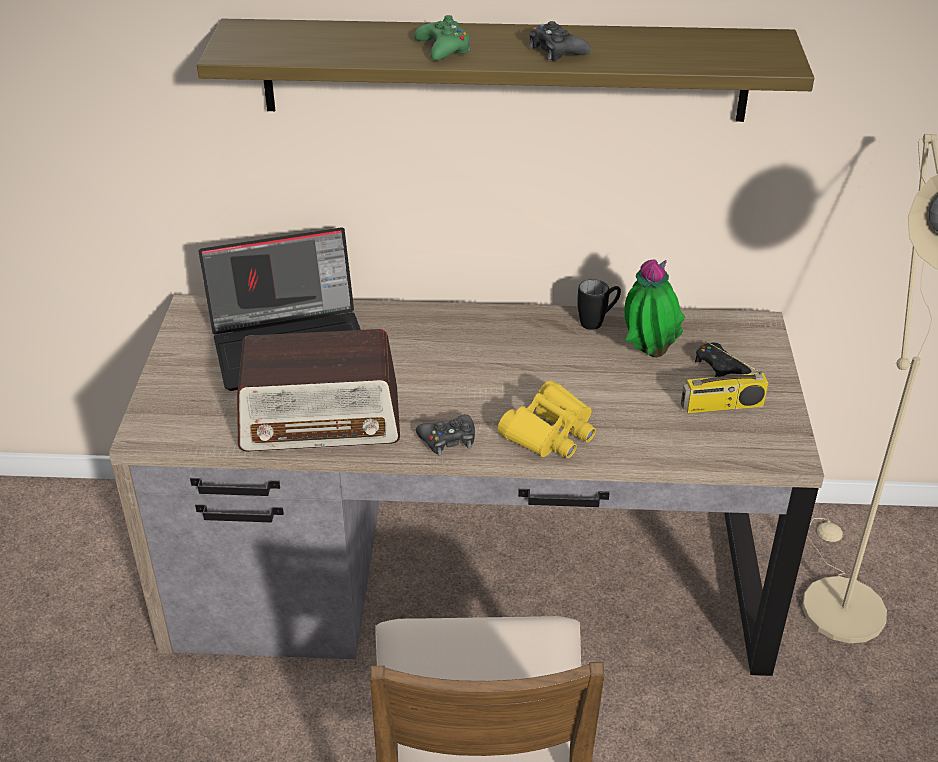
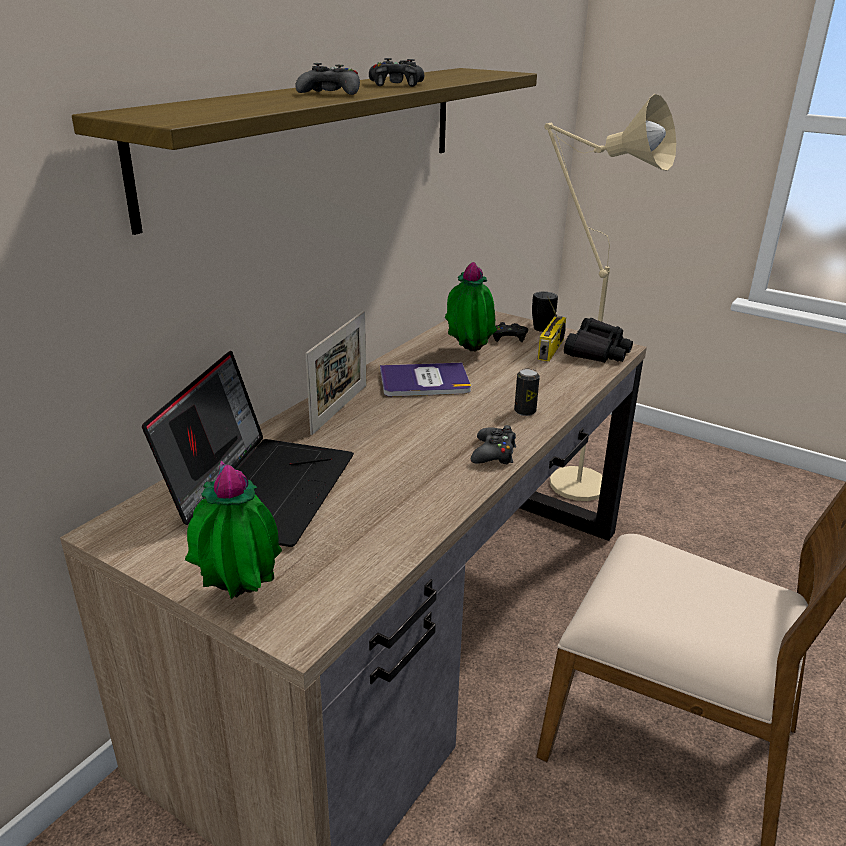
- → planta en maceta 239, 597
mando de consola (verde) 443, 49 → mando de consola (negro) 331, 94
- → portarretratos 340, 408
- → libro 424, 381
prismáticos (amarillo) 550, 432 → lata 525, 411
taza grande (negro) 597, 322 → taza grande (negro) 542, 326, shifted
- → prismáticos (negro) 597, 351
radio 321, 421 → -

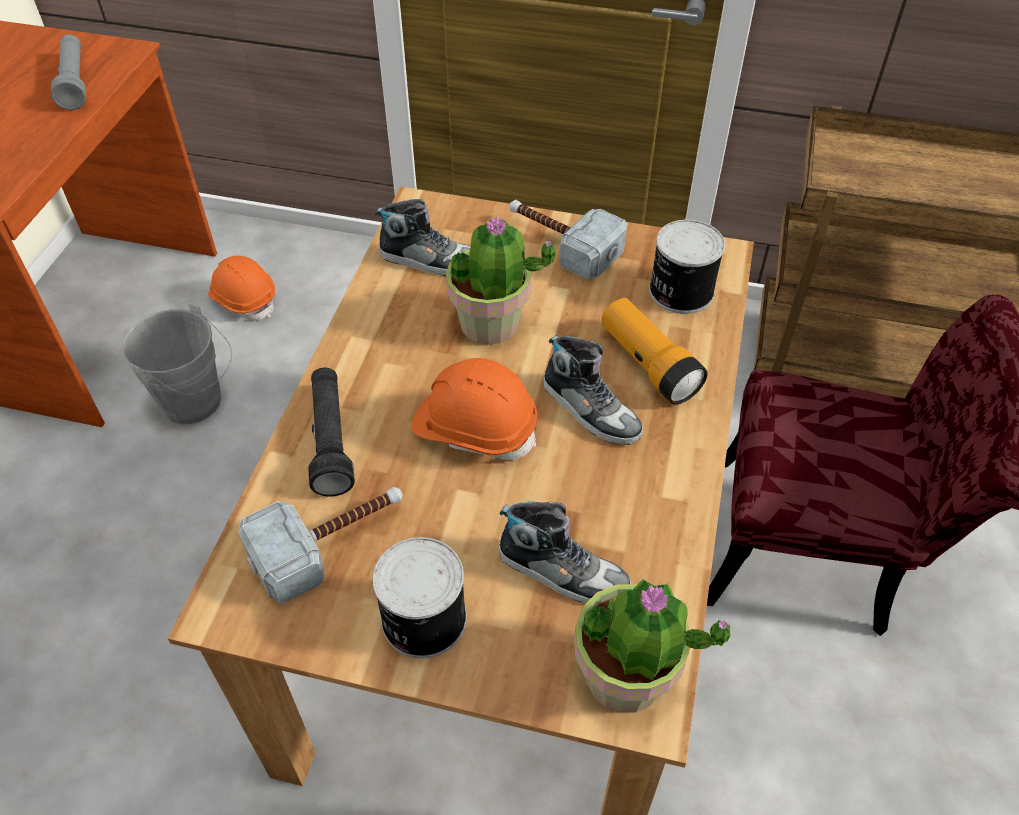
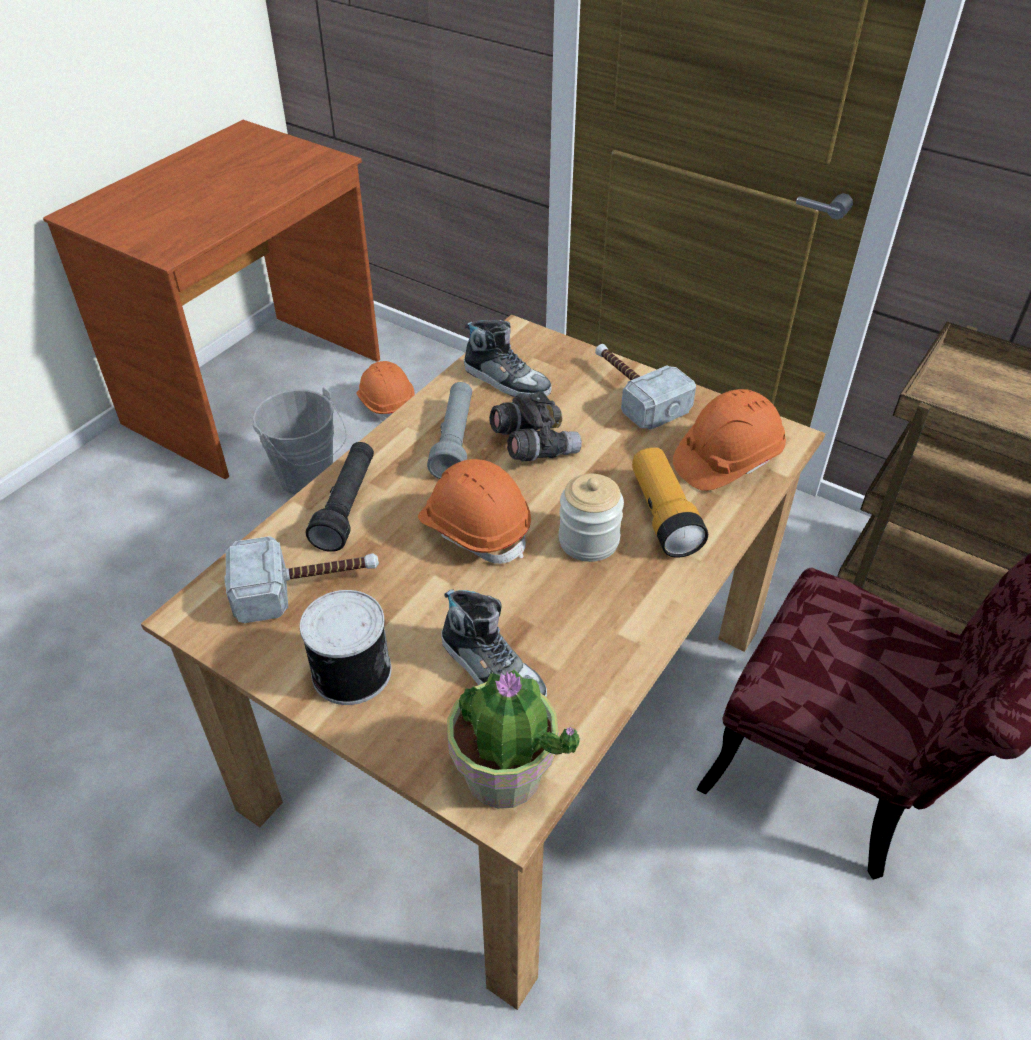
linterna (gris) 74, 82 → linterna (gris) 454, 441, shifted
planta en maceta 490, 324 → prismáticos (gris) 533, 446
zapato 591, 409 → tarro 588, 540
lata 679, 291 → casco (naranja) 726, 460

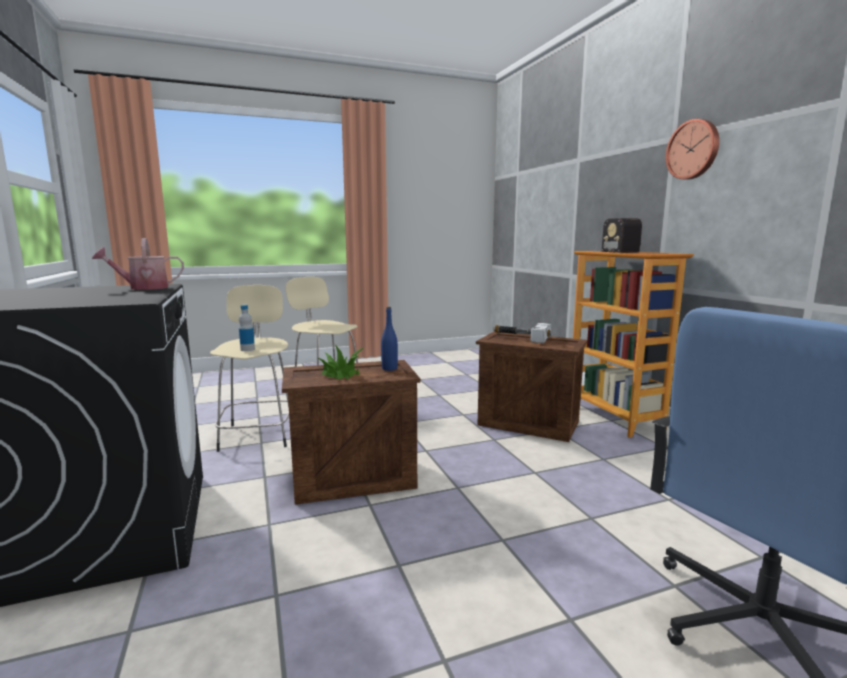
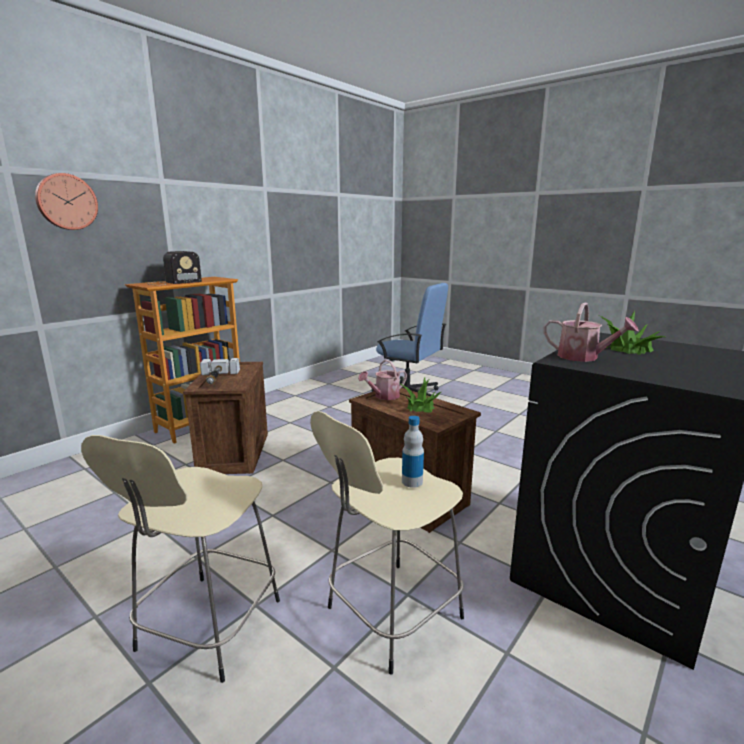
reloj de pared 693, 150 → reloj de pared 66, 202, shifted
botella (azul) 389, 369 → regadera 384, 396
- → planta en maceta 627, 348

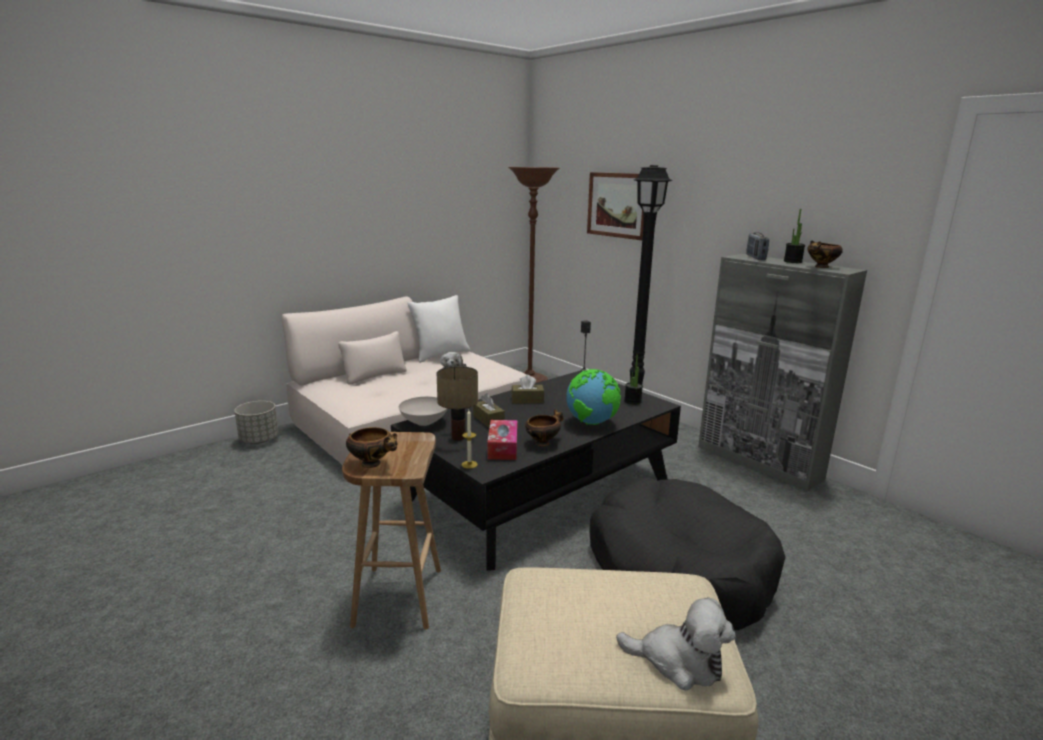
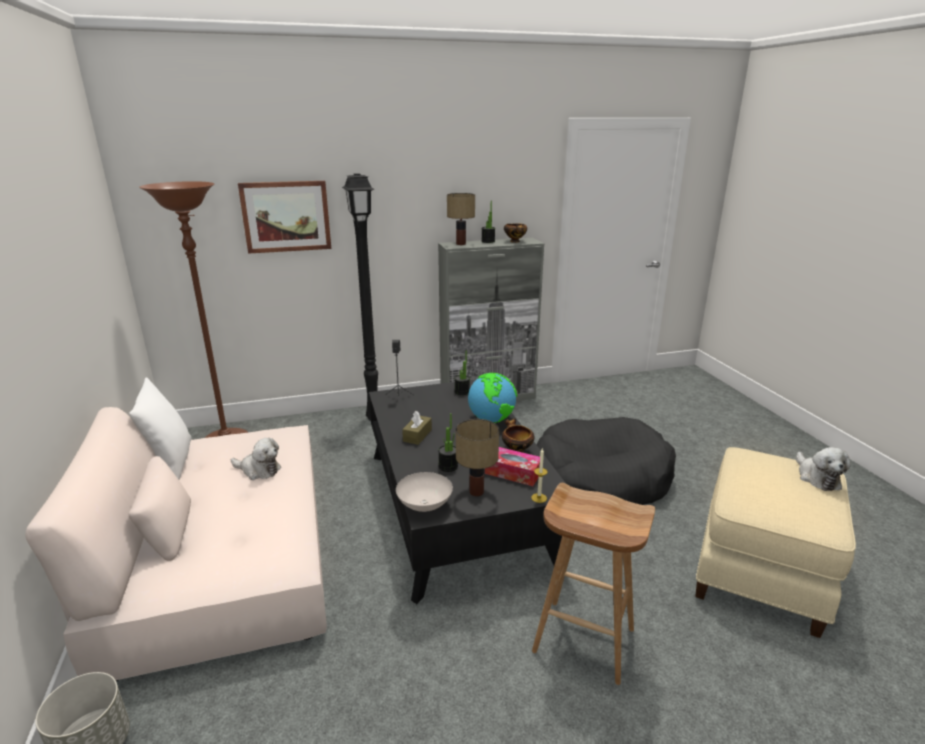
caja de pañuelos (marrón) 488, 420 → planta en maceta 448, 466
radio 755, 257 → lámpara de mesa 461, 244
peluche 678, 662 → peluche 816, 478, 135 degrees clockwise
cuenco 373, 464 → -

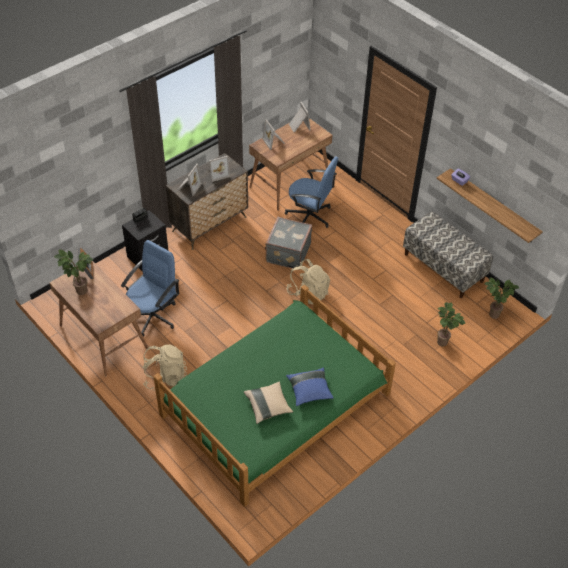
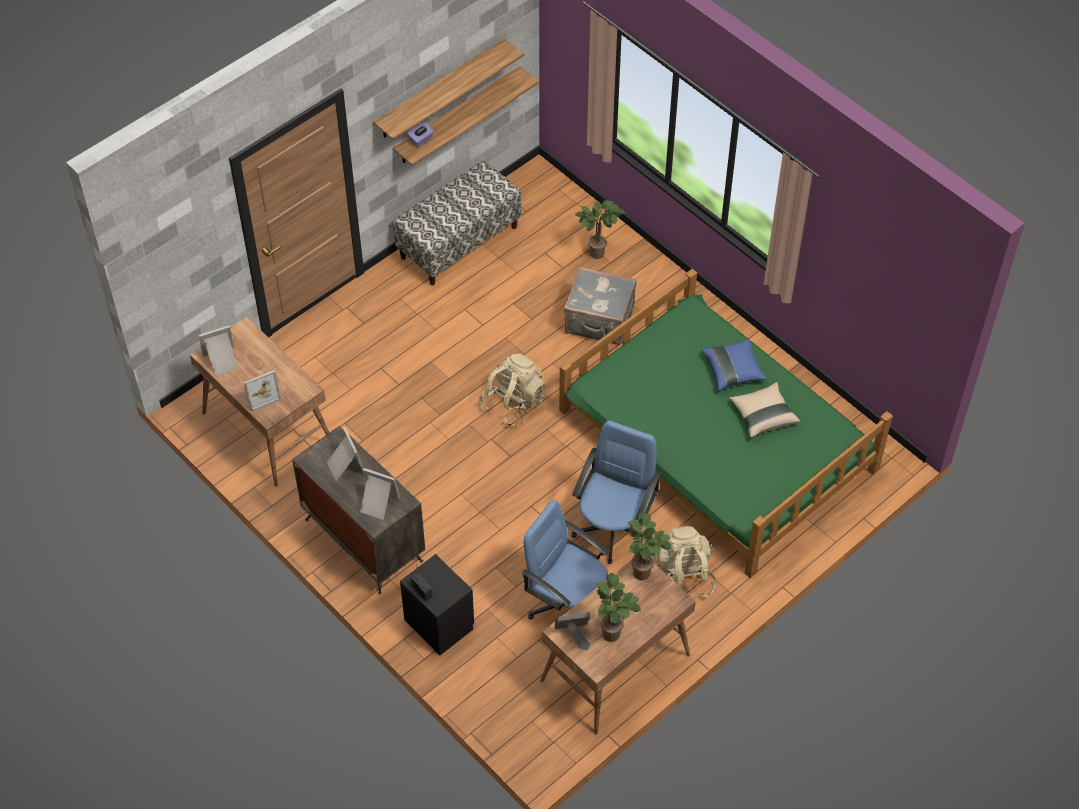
- → estante 440, 89
maleta (gris) 287, 253 → maleta (gris) 599, 321, shifted
silla de oficina (azul) 310, 216 → silla de oficina (azul) 613, 527, shifted
planta en maceta 493, 315 → planta en maceta 644, 575, shifted

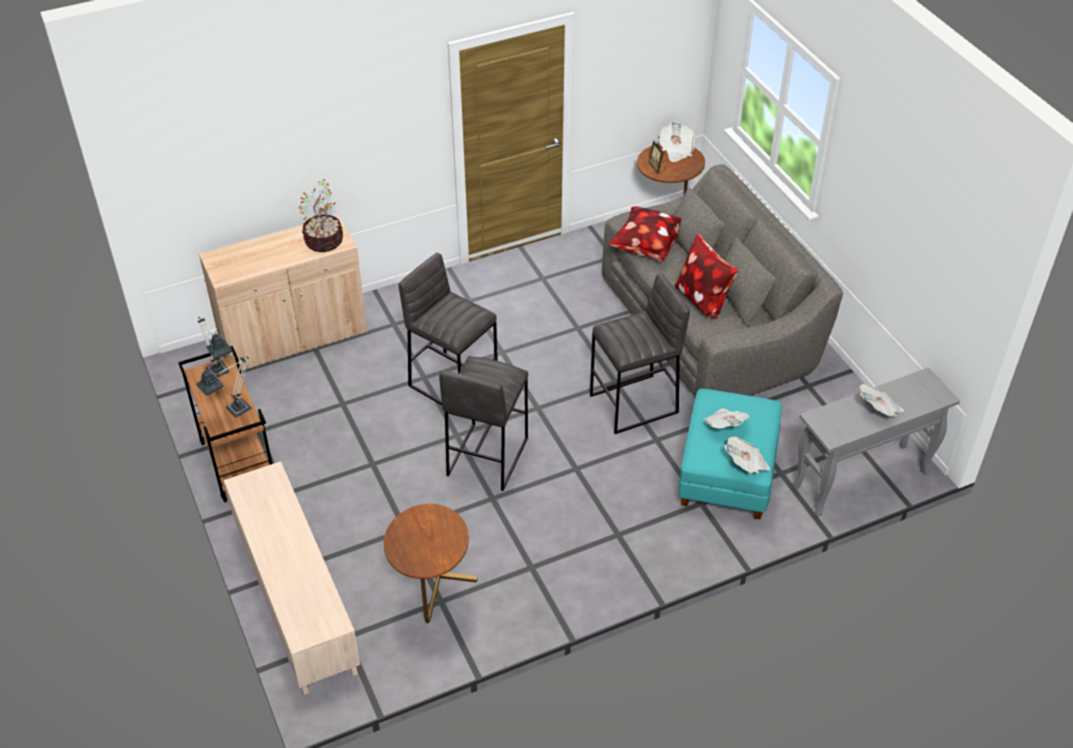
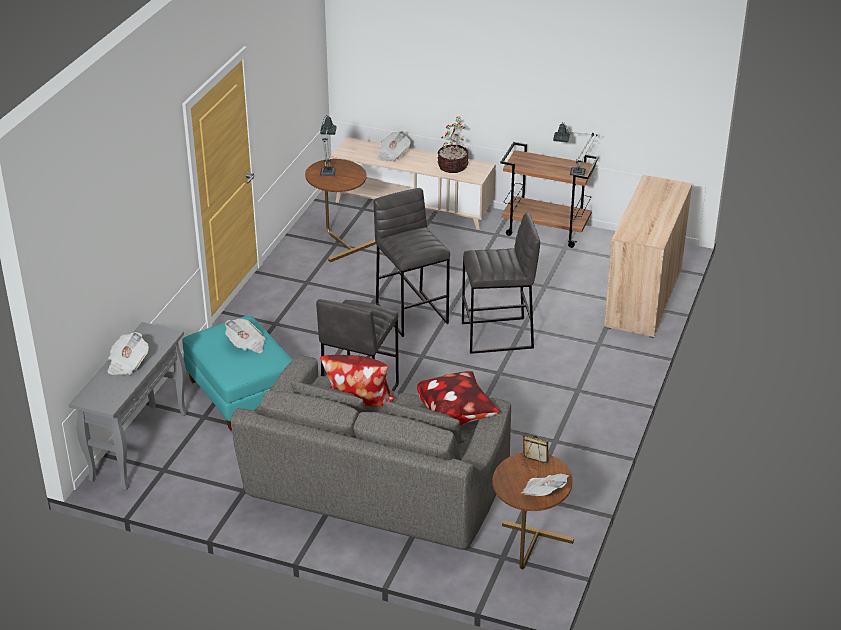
lámpara de mesa 233, 411 → lámpara de mesa 328, 170, shifted
periódico 746, 464 → periódico 392, 155, shifted
planta en maceta 324, 241 → planta en maceta 453, 167, shifted

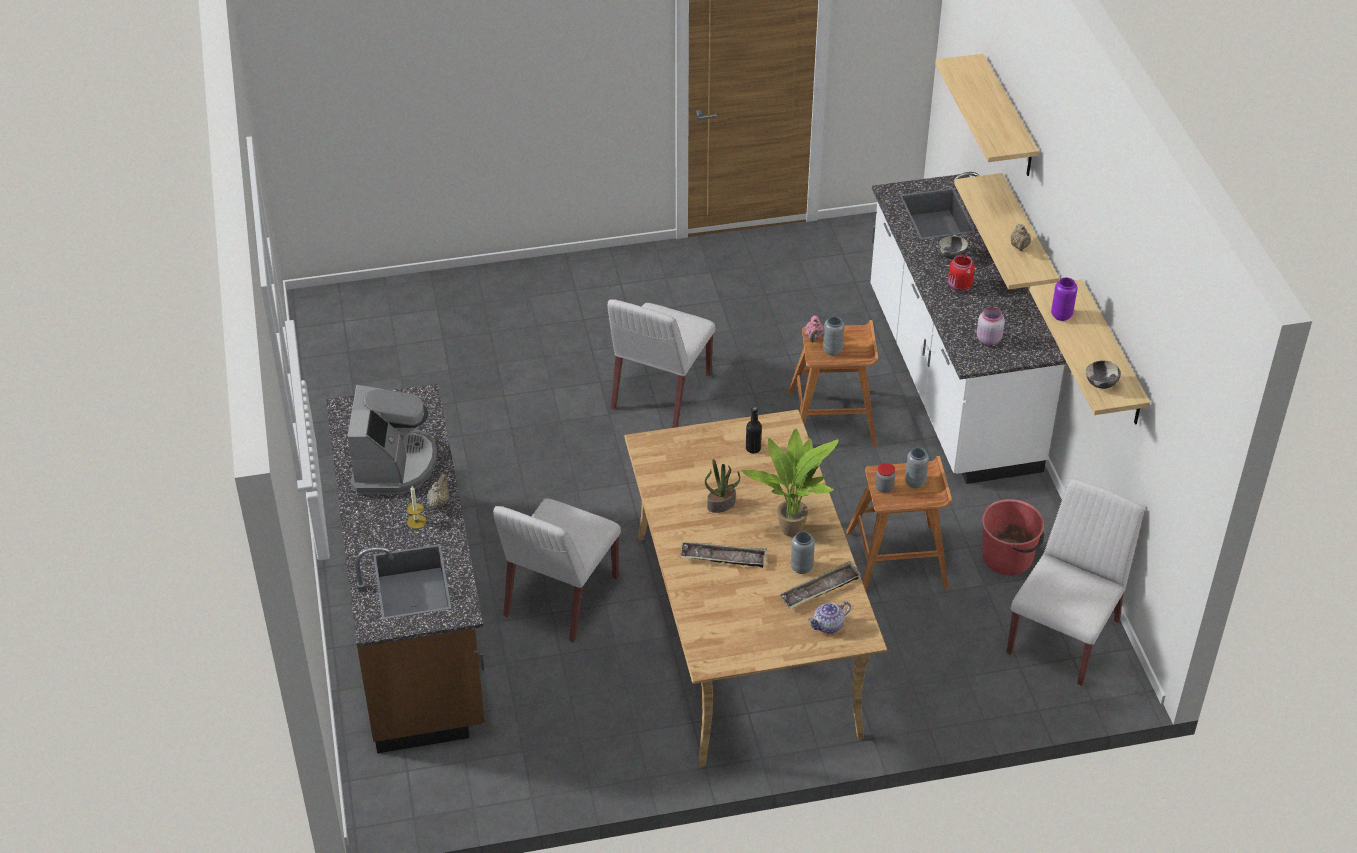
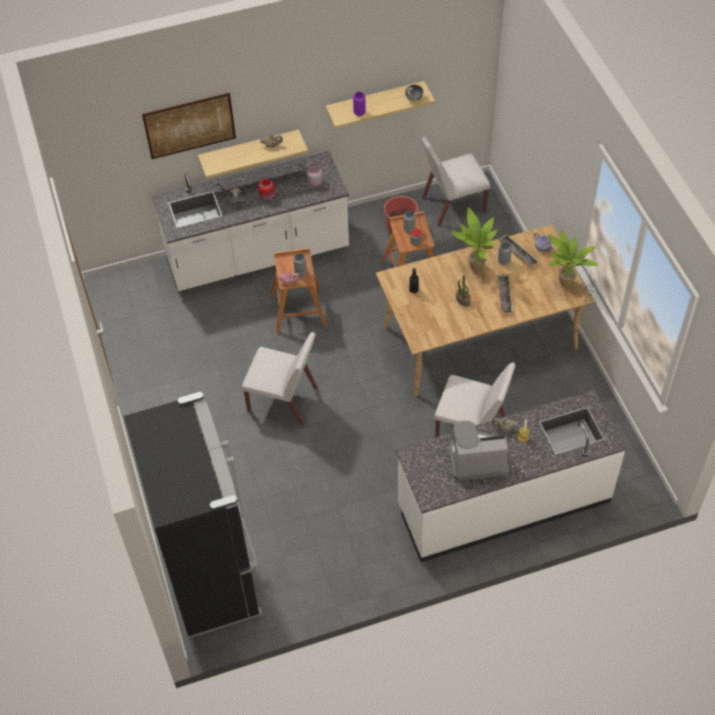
- → nevera (negro) 212, 575
estante 1008, 117 → cuadro 189, 125
mueble bajo de cocina (marrón) 415, 617 → mueble bajo de cocina (blanco) 503, 503
silla (blanco) 1064, 636 → silla (blanco) 453, 205, 45 degrees counterclockwise
- → planta en maceta 564, 284

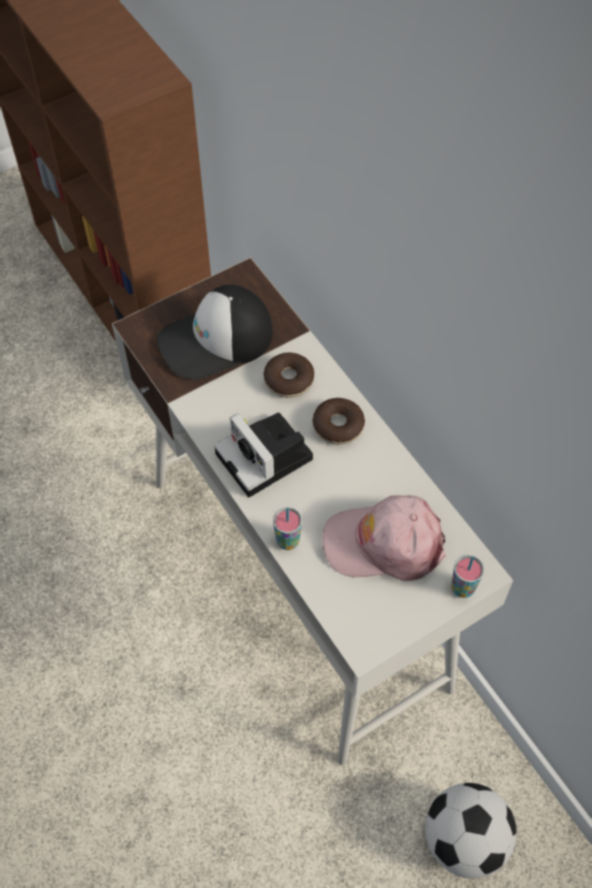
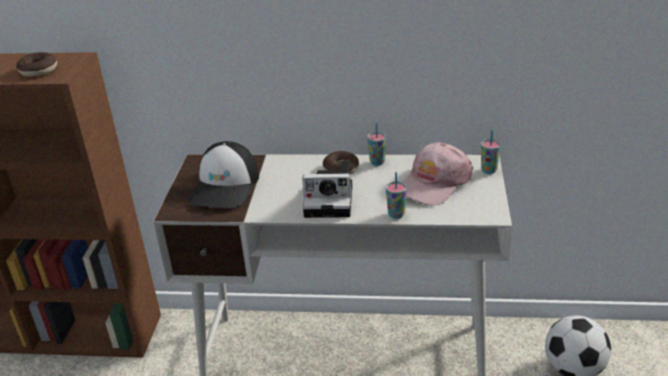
rosquilla 289, 380 → rosquilla 38, 70, shifted
- → taza 377, 162

